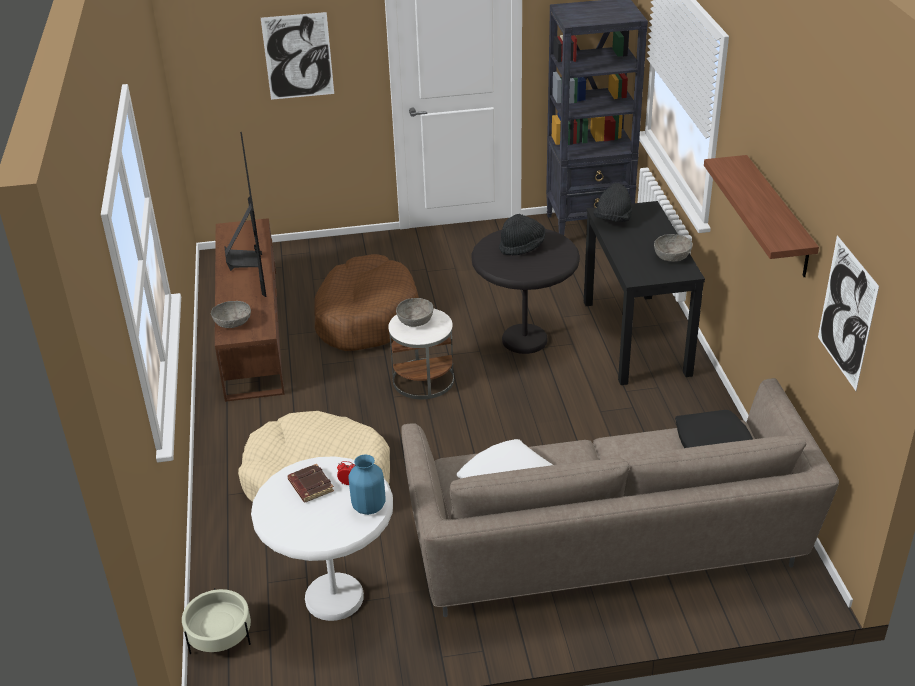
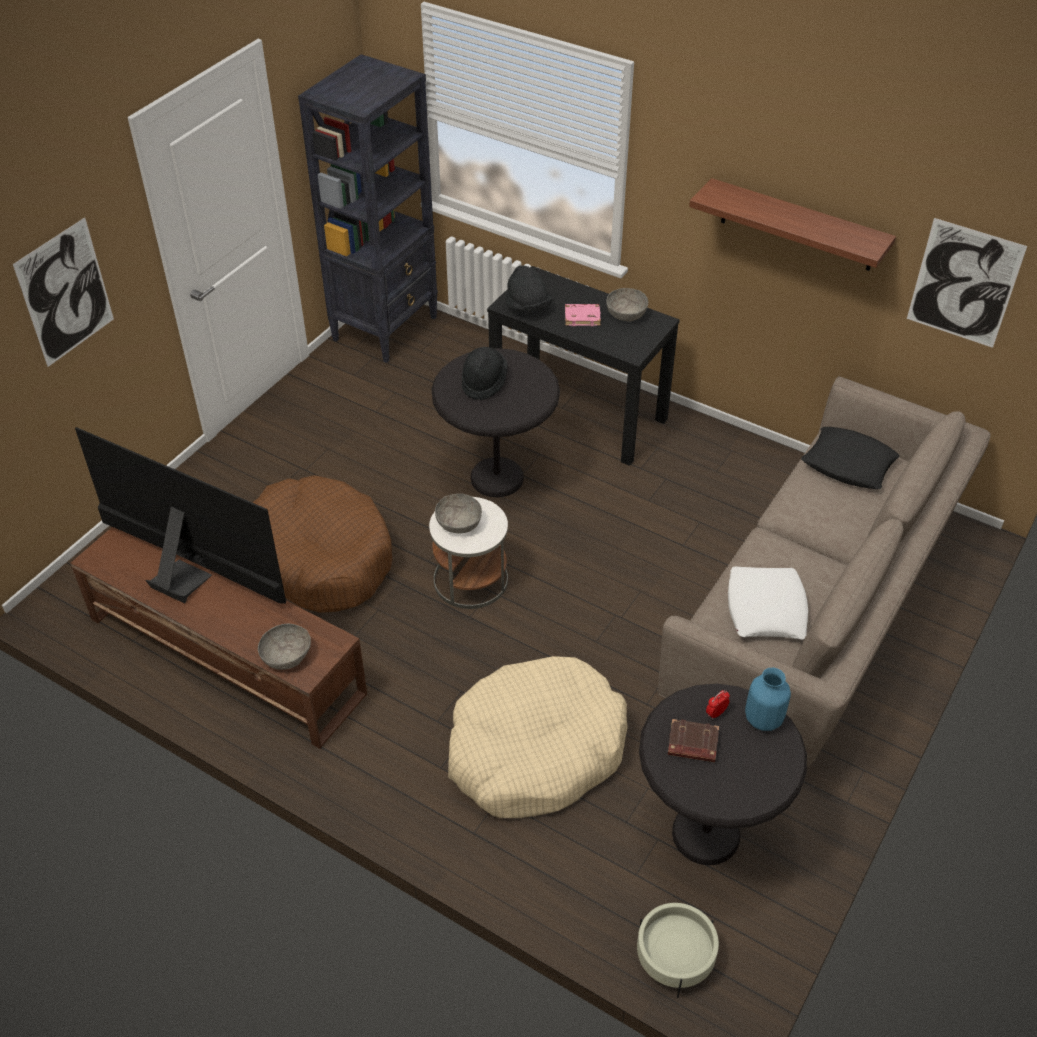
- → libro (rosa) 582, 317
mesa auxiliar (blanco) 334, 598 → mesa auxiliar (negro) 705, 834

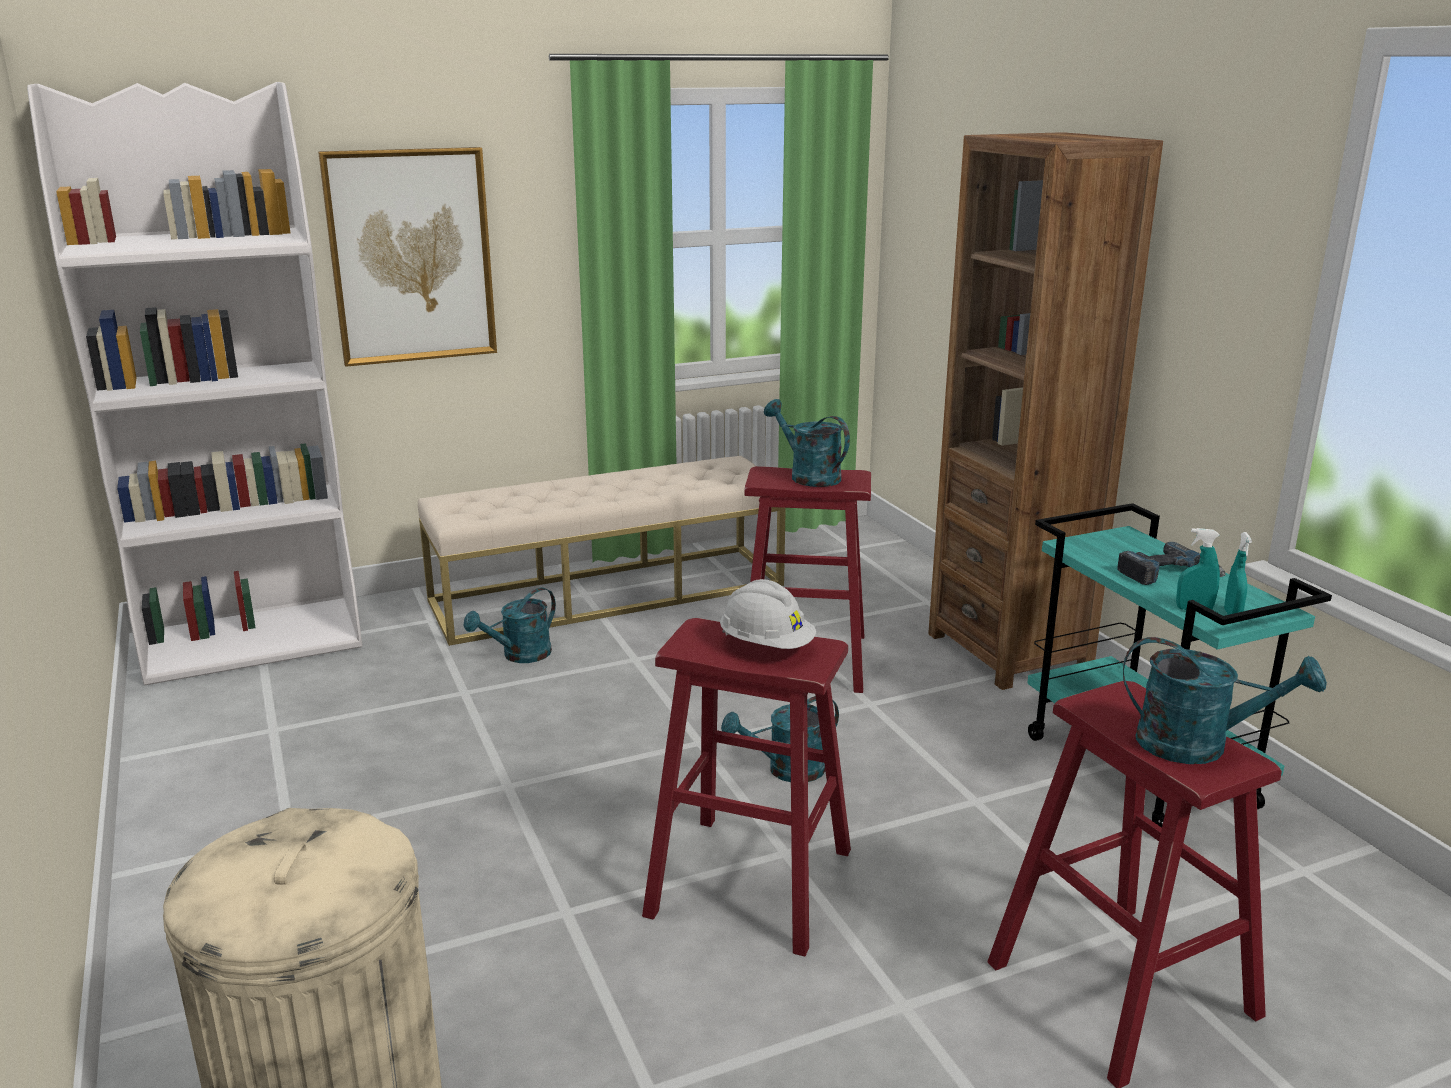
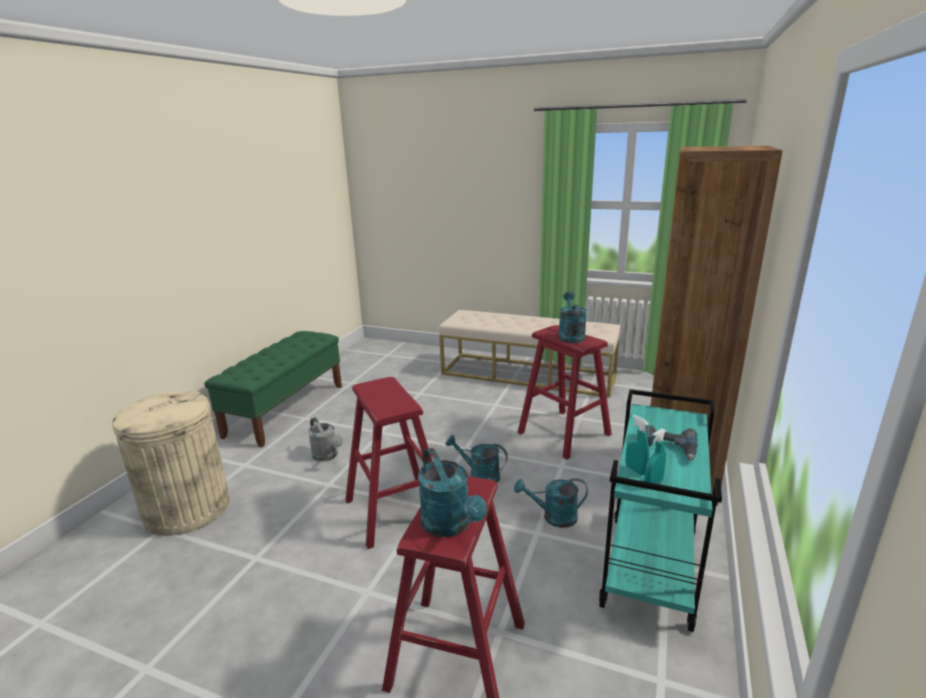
- → banco (verde) 286, 410
- → regadera (gris) 327, 456
regadera (turquesa) 519, 656 → regadera (turquesa) 553, 517, shifted
estantería (blanco) 255, 640 → -
cuadro 411, 256 → -
casco (blanco) 766, 646 → -

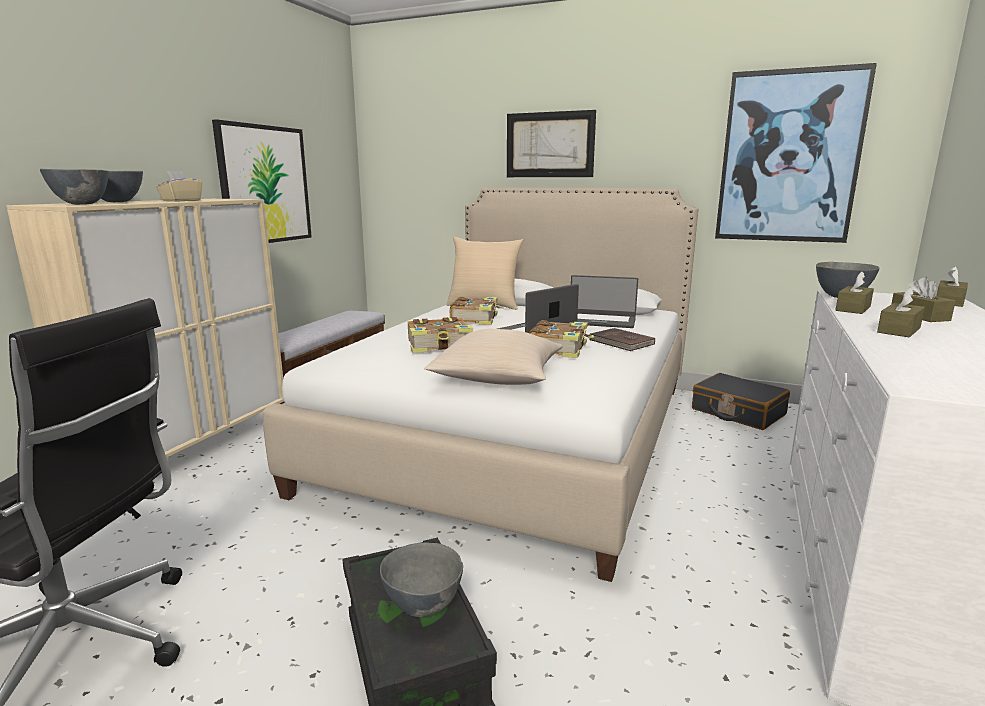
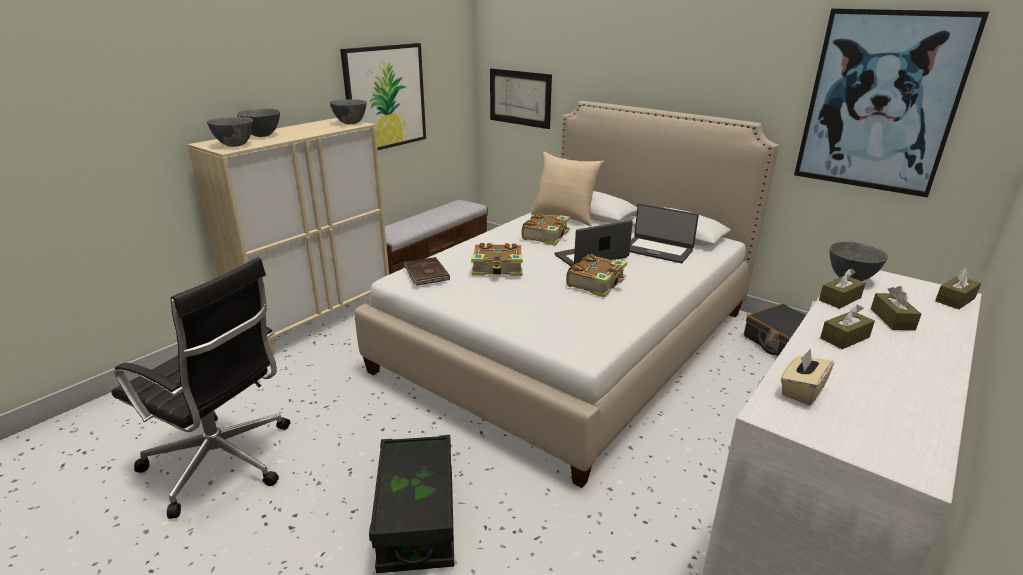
cuenco (gris) 424, 606 → cuenco (gris) 351, 123, shifted
libro (marrón) 621, 342 → libro (marrón) 425, 274, shifted
cuadro 549, 145 → cuadro 519, 98, shifted
caja de pañuelos (beis) 181, 201 → caja de pañuelos (beis) 801, 391, shifted
cojín (beis) 497, 377 → -

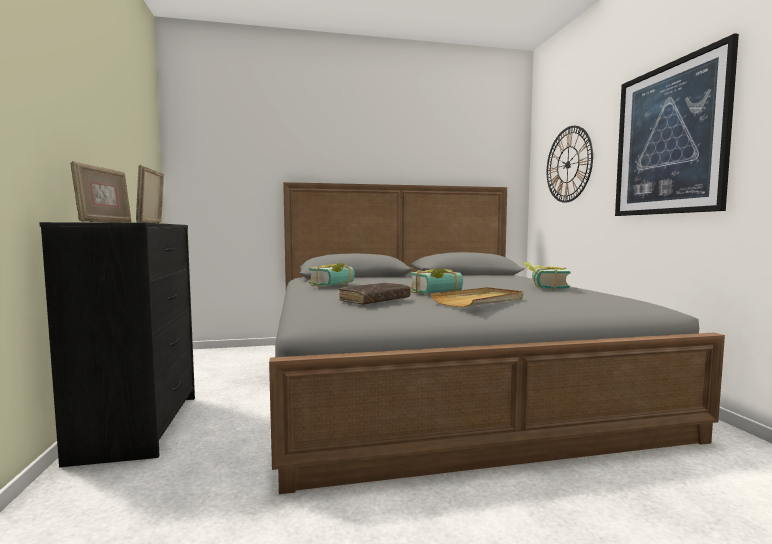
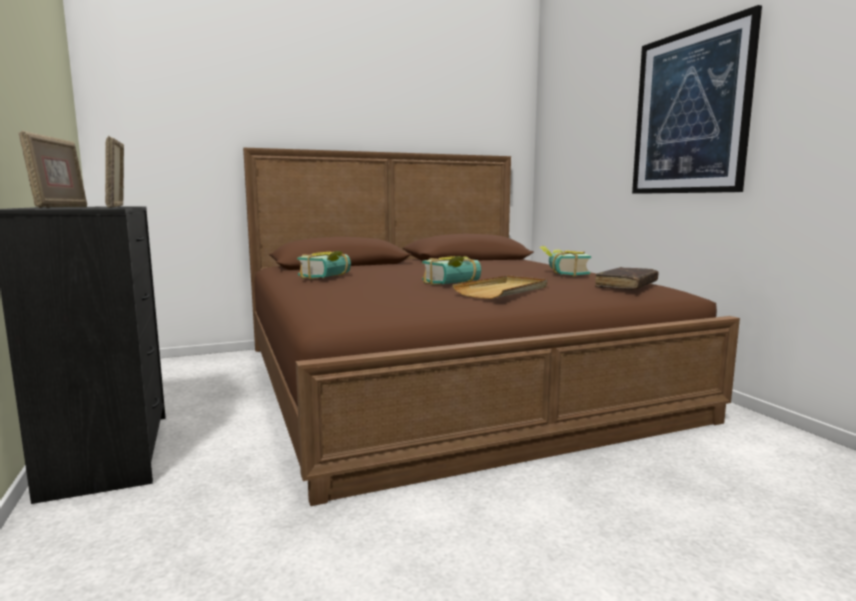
cama (gris) 436, 379 → cama (marrón) 444, 379
libro (marrón) 375, 301 → libro (marrón) 626, 286, shifted
reloj de pared 568, 164 → -

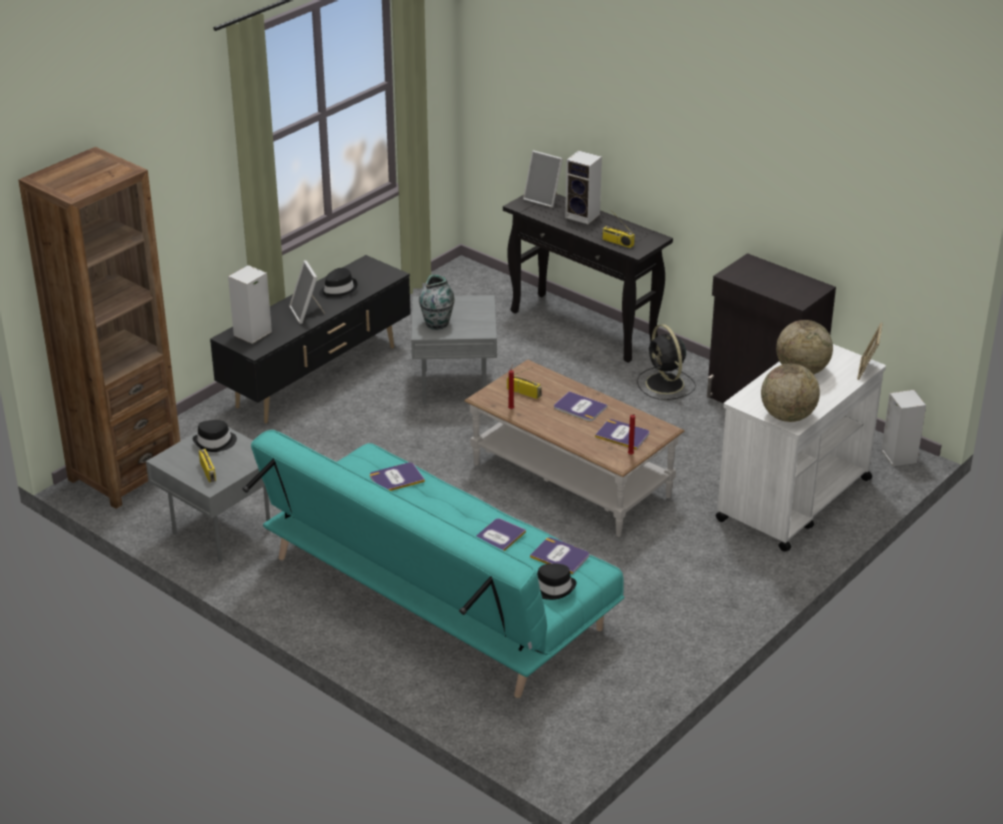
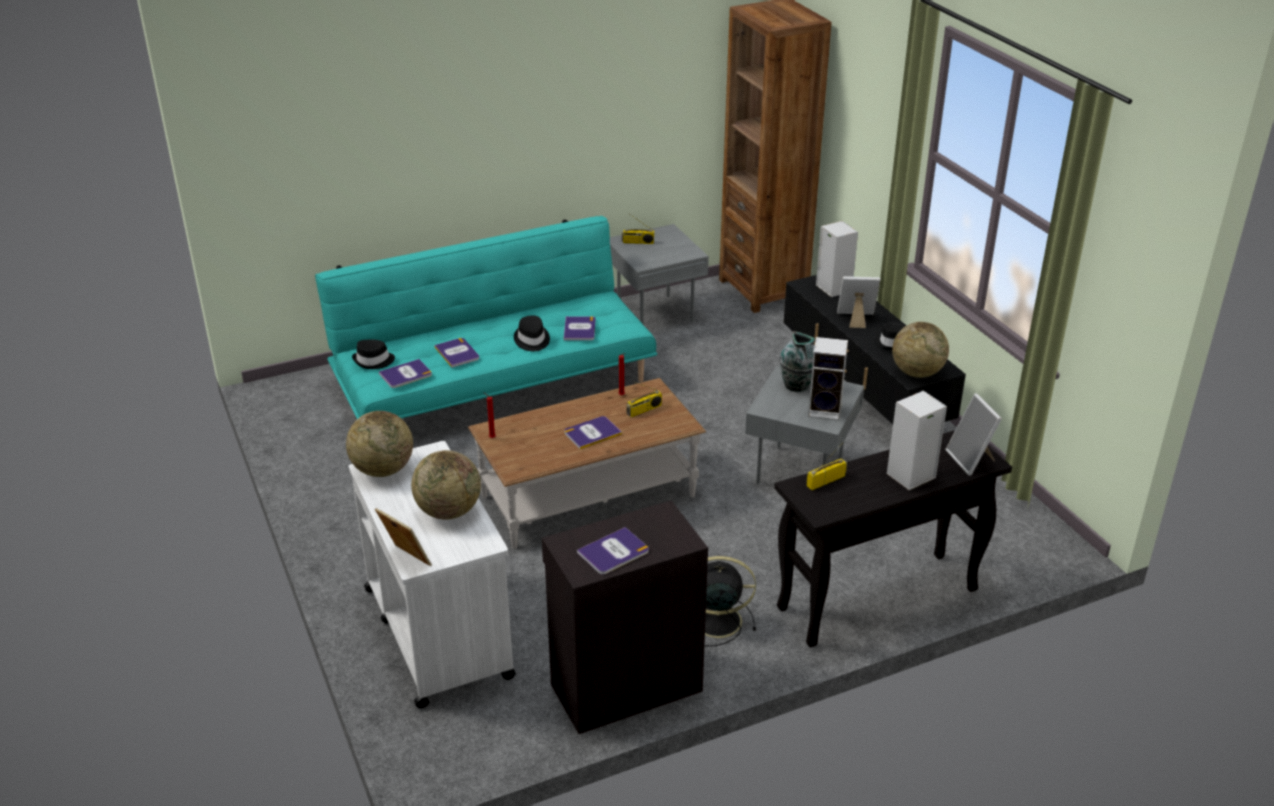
sombrero (negro) 215, 442 → sombrero (negro) 531, 340, shifted
libro 622, 435 → libro 613, 552, shifted
altavoz 897, 455 → altavoz 826, 410, shifted
- → globo terráqueo 917, 372
portarretratos 544, 199 → portarretratos 971, 460, 75 degrees counterclockwise

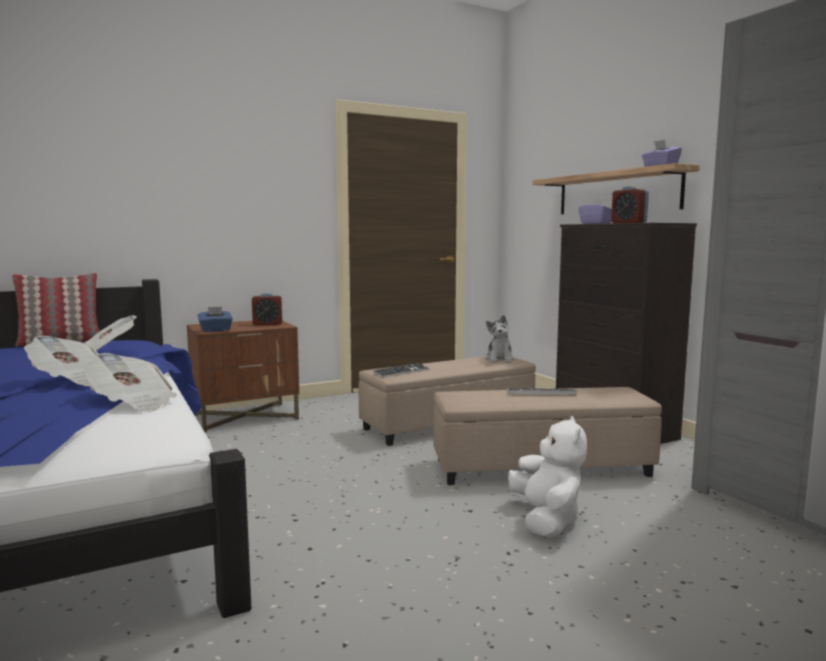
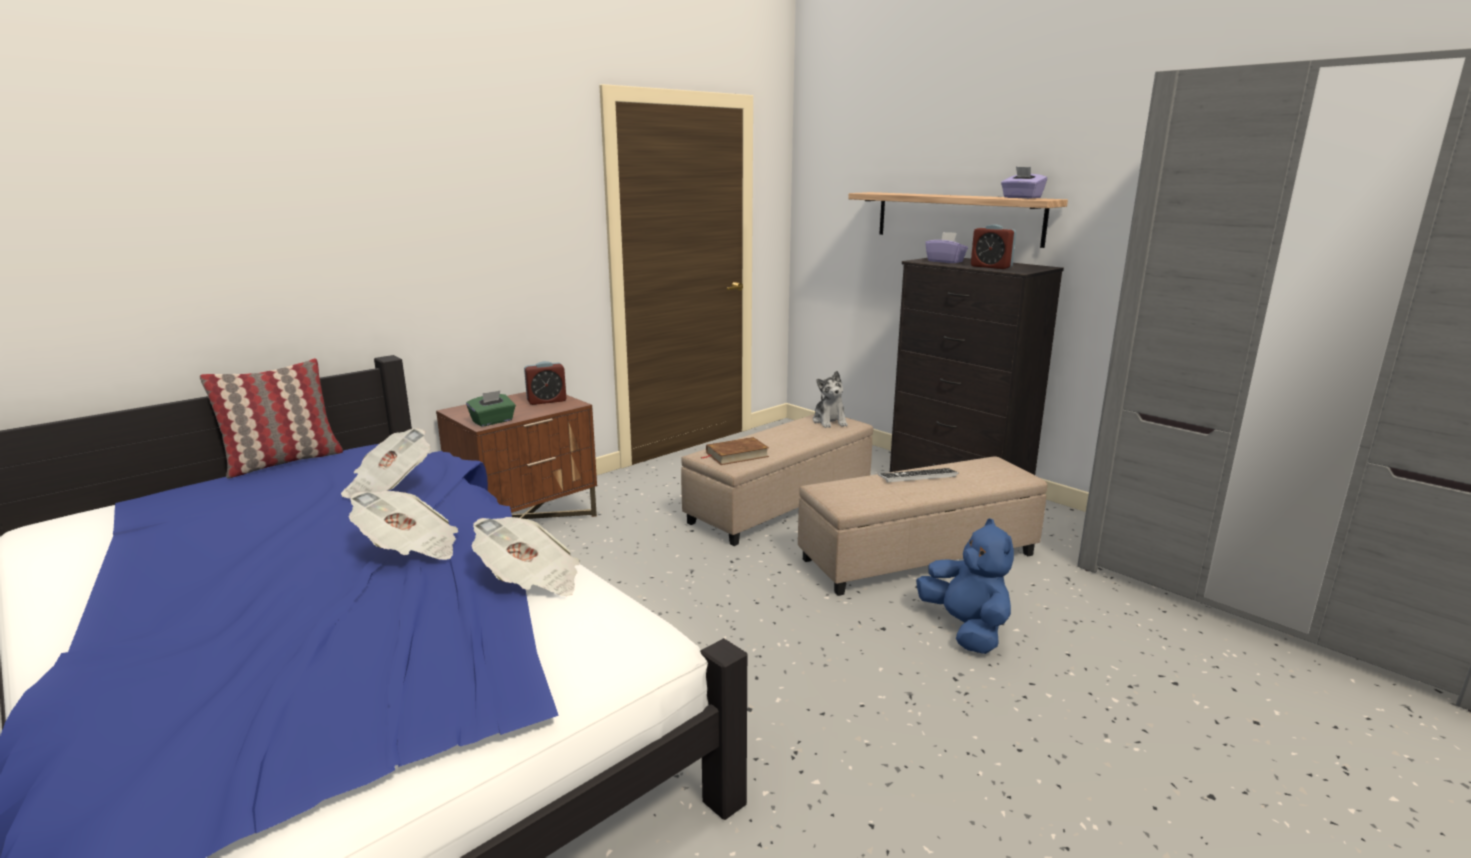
caja de pañuelos (azul) 215, 330 → caja de pañuelos (verde) 493, 421
teclado 401, 372 → libro (marrón) 736, 455
peluche (blanco) 546, 519 → peluche (azul) 965, 629

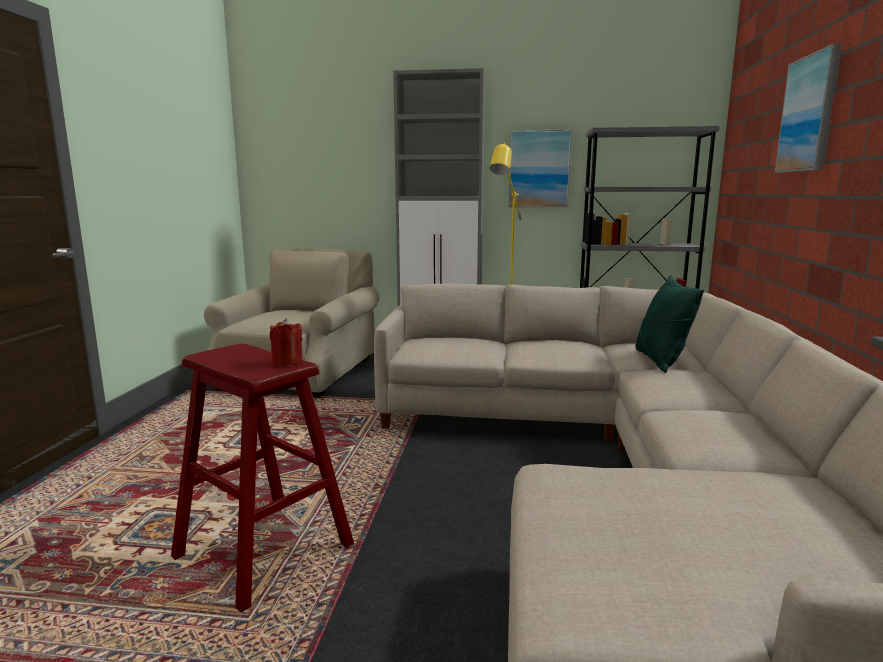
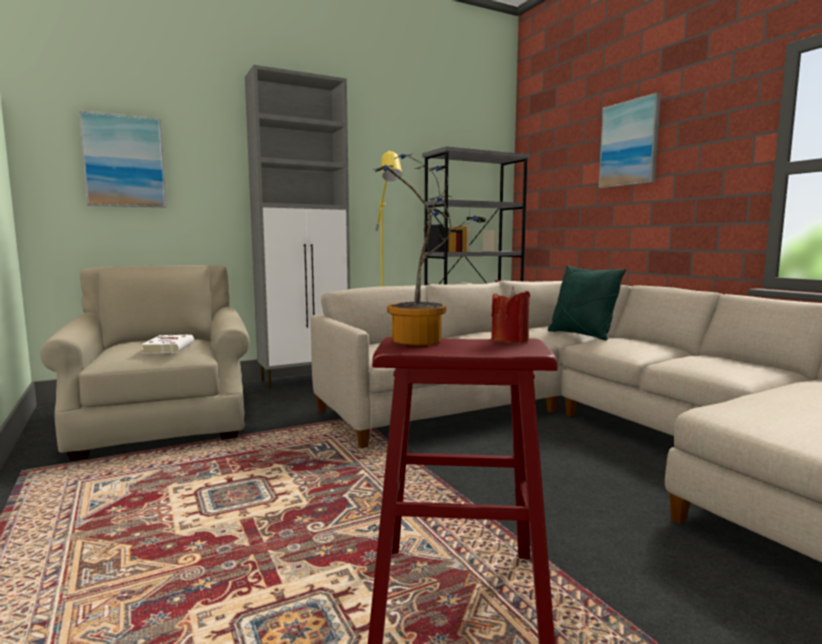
cuadro 539, 169 → cuadro 124, 161, shifted
- → libro (blanco) 169, 348
- → planta en maceta 424, 341

